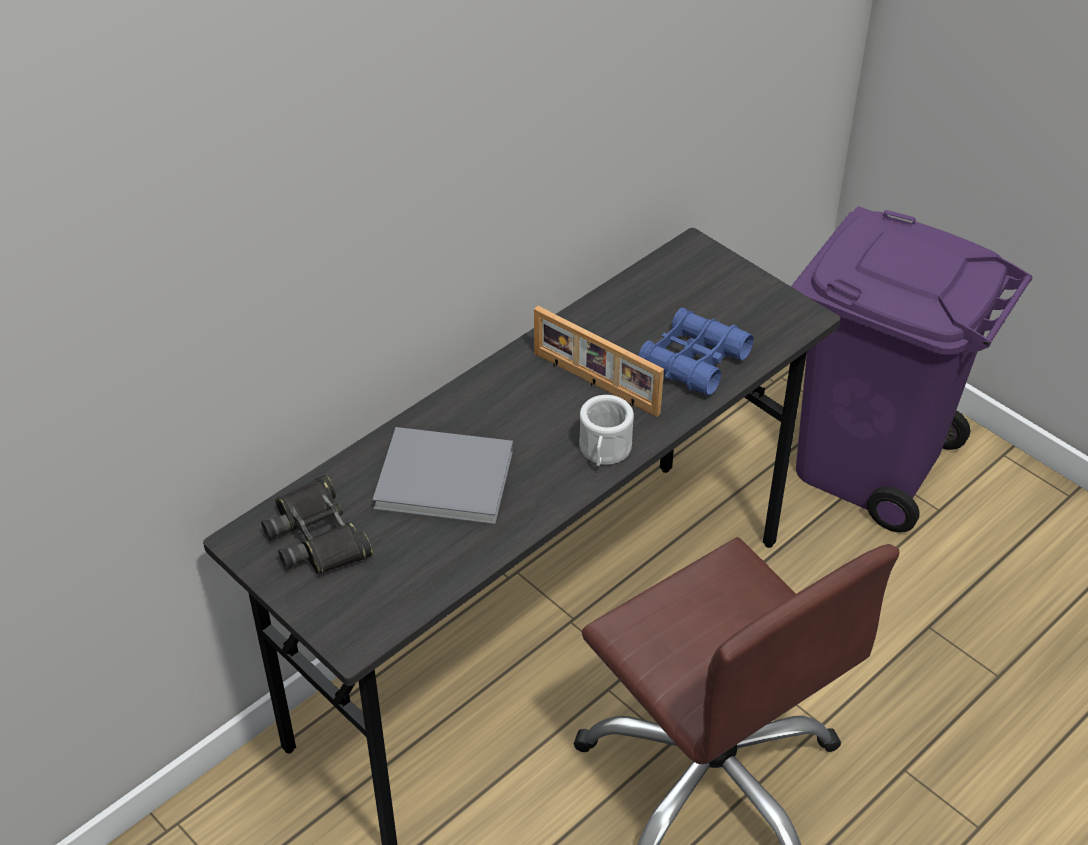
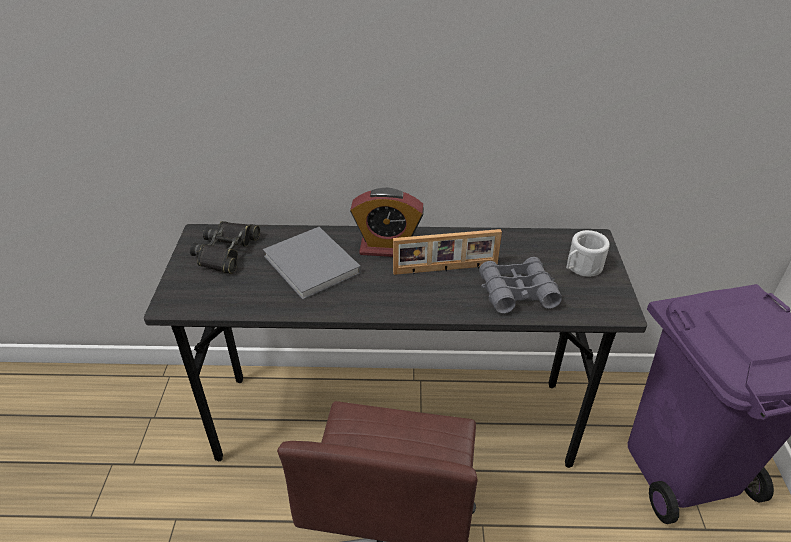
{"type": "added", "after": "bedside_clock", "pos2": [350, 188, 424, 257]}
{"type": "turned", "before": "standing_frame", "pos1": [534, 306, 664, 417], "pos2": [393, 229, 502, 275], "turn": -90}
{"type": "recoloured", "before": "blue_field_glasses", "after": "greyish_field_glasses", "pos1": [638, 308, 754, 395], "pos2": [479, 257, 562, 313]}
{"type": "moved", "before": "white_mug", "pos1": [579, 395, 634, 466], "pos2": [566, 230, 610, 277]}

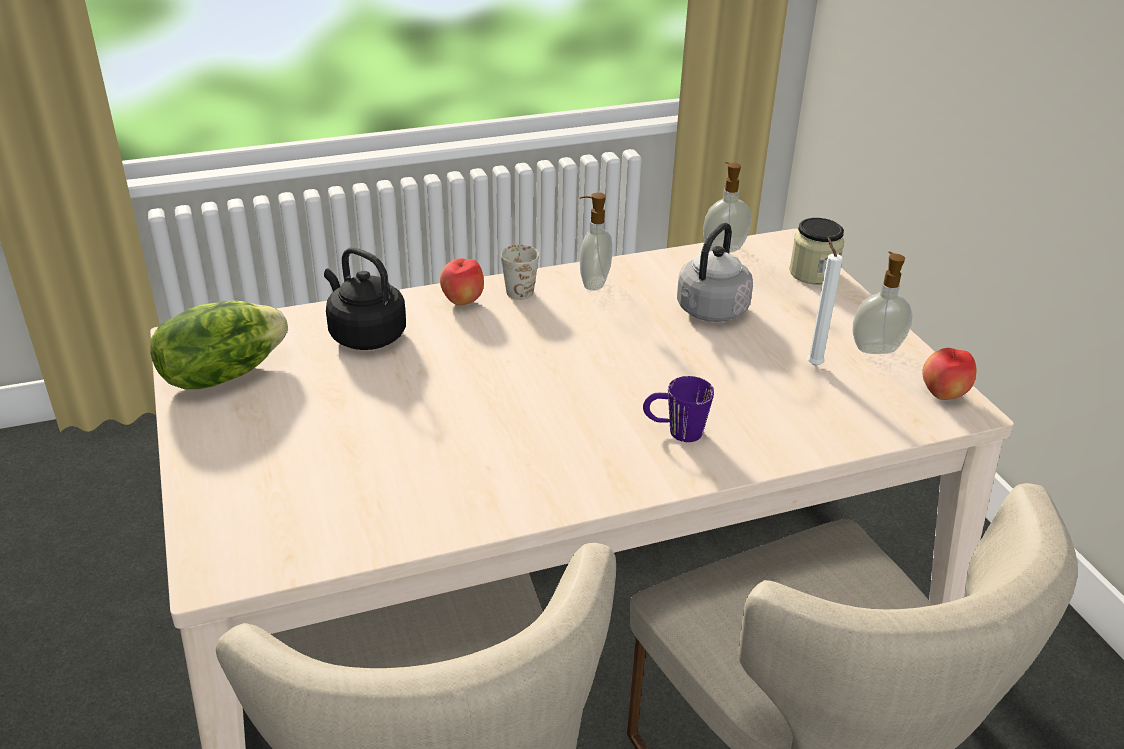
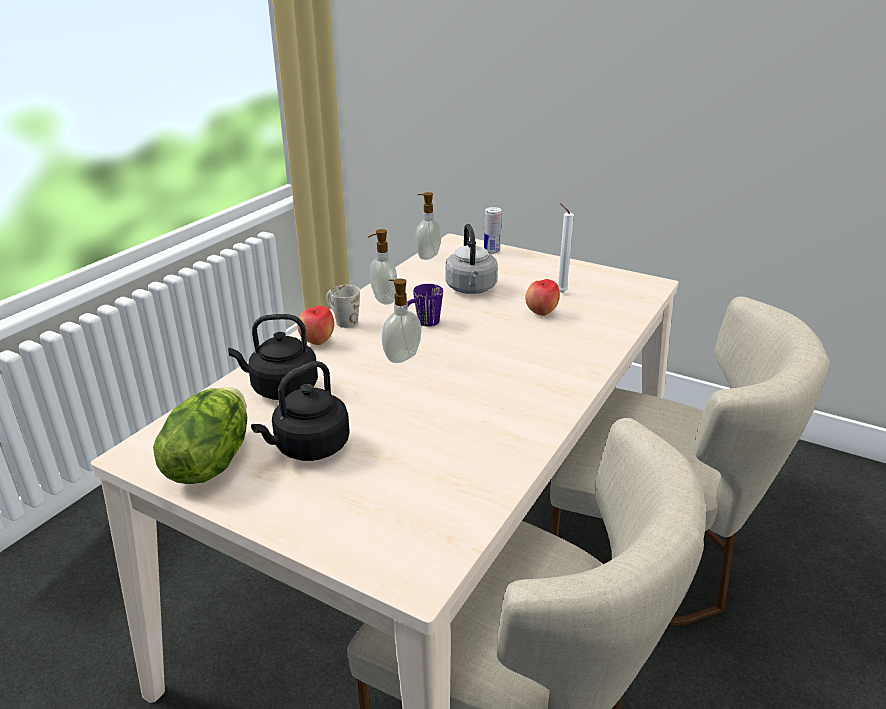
{"type": "added", "after": "black_tea_kettle", "pos2": [251, 361, 350, 461]}
{"type": "moved", "before": "soap_dispenser", "pos1": [852, 251, 913, 354], "pos2": [382, 279, 421, 363]}
{"type": "moved", "before": "purplish_mug", "pos1": [643, 376, 714, 442], "pos2": [407, 284, 443, 327]}
{"type": "replaced", "before": "storage_jar", "after": "can", "pos1": [789, 218, 844, 285], "pos2": [484, 207, 502, 254]}
{"type": "moved", "before": "apple", "pos1": [922, 348, 976, 400], "pos2": [525, 279, 560, 316]}

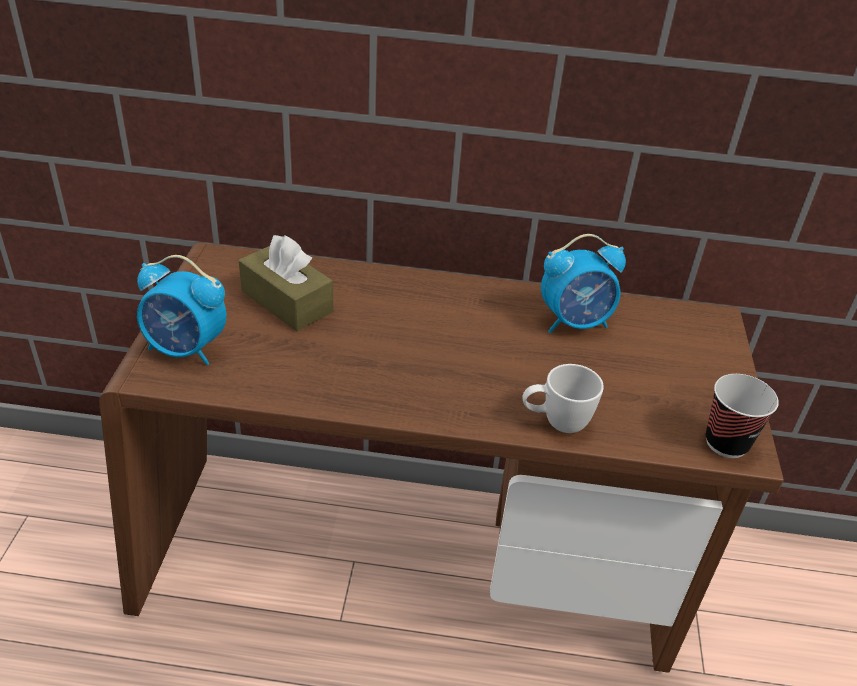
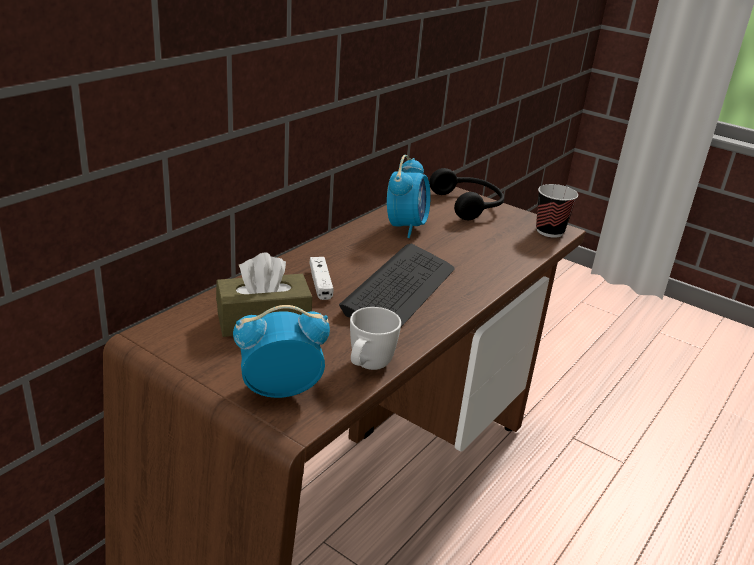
{"type": "turned", "before": "bedside_clock", "pos1": [137, 255, 227, 365], "pos2": [233, 305, 330, 398], "turn": -150}
{"type": "added", "after": "white_joypad", "pos2": [309, 257, 333, 300]}
{"type": "added", "after": "keyboard", "pos2": [339, 244, 455, 327]}
{"type": "moved", "before": "white_mug", "pos1": [523, 364, 604, 433], "pos2": [350, 307, 401, 370]}
{"type": "added", "after": "black_pair_of_headphones", "pos2": [429, 168, 504, 220]}

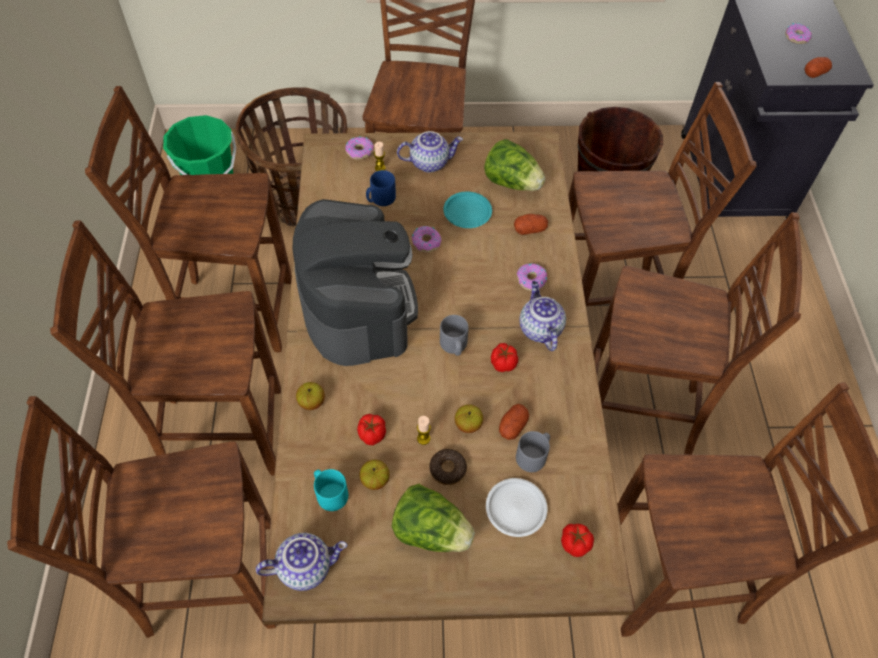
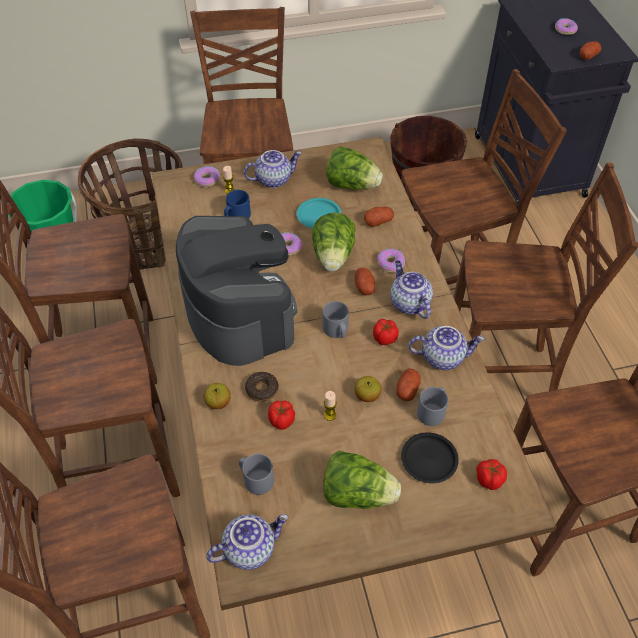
{"type": "recoloured", "before": "turquoise_mug", "after": "greyish_mug", "pos1": [314, 469, 348, 511], "pos2": [239, 454, 274, 495]}
{"type": "moved", "before": "donut", "pos1": [429, 449, 467, 485], "pos2": [245, 372, 279, 402]}
{"type": "added", "after": "head_of_lettuce", "pos2": [312, 213, 355, 271]}
{"type": "added", "after": "whole_potato", "pos2": [355, 268, 375, 296]}
{"type": "recoloured", "before": "white_dinner_plate", "after": "black_dinner_plate", "pos1": [486, 478, 547, 537], "pos2": [401, 432, 459, 483]}
{"type": "added", "after": "pot_for_tea", "pos2": [408, 326, 485, 370]}
{"type": "removed", "before": "apple", "pos1": [359, 460, 390, 490]}

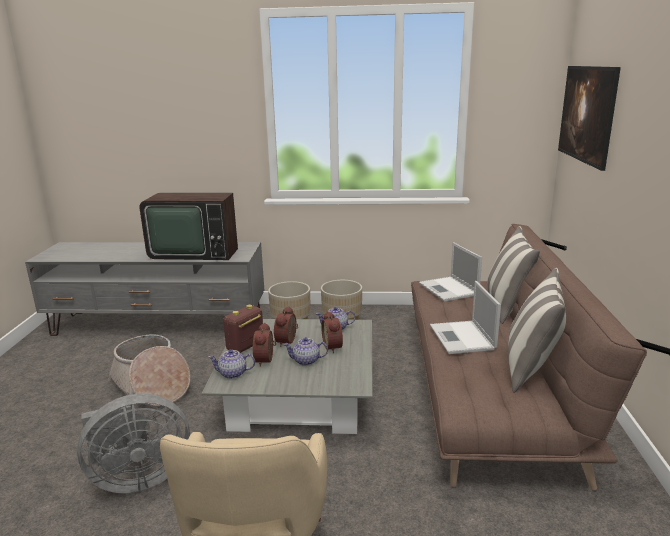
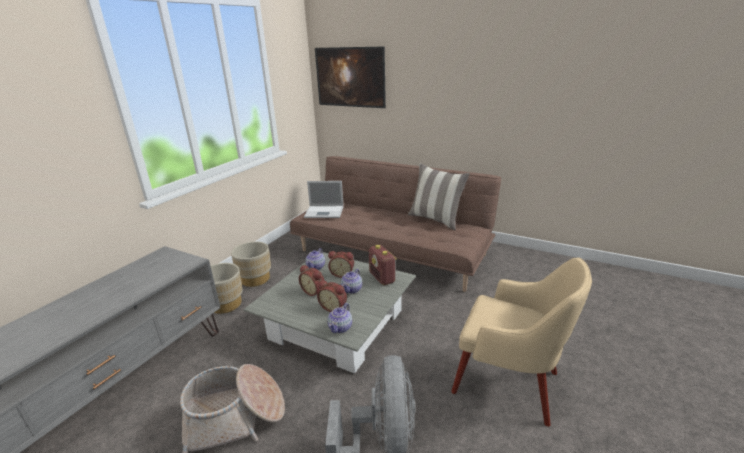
{"type": "moved", "before": "radio_set", "pos1": [223, 305, 263, 353], "pos2": [369, 245, 397, 285]}
{"type": "removed", "before": "television", "pos1": [140, 193, 238, 260]}
{"type": "removed", "before": "notebook_computer", "pos1": [430, 281, 501, 354]}
{"type": "removed", "before": "pillow", "pos1": [487, 226, 540, 324]}

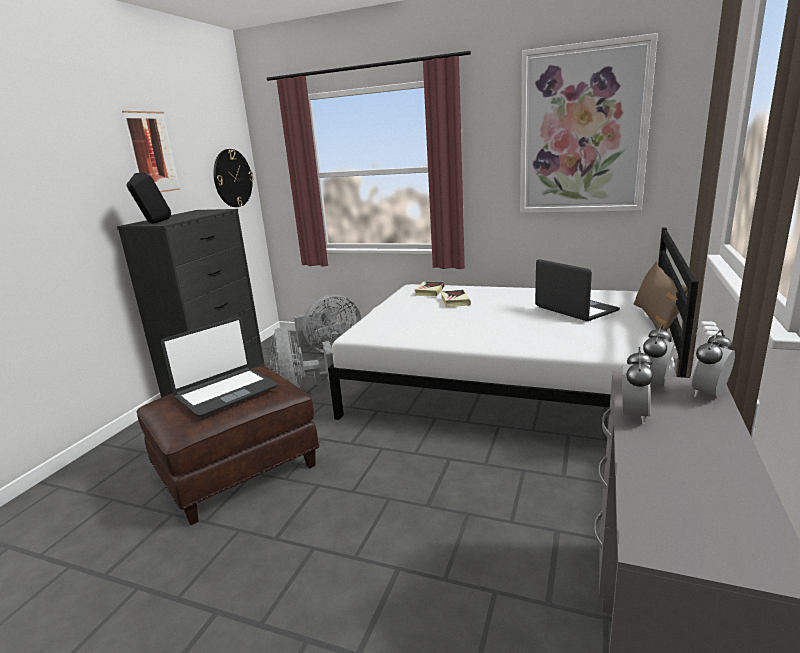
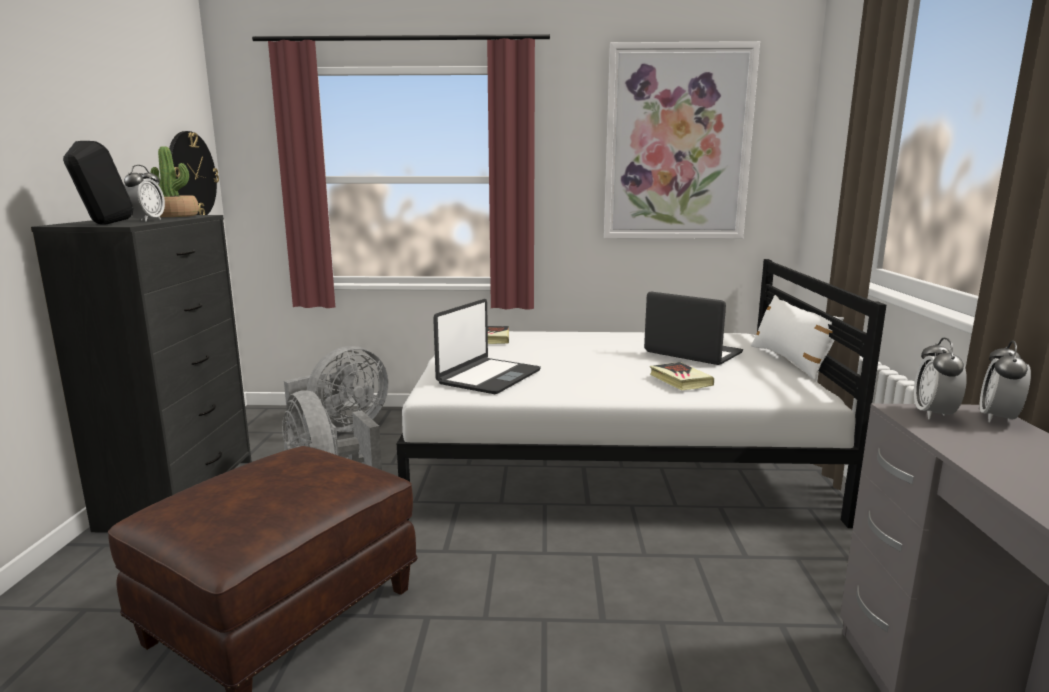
{"type": "moved", "before": "bedside_clock", "pos1": [622, 347, 653, 424], "pos2": [124, 165, 165, 221]}
{"type": "added", "after": "potted_plant", "pos2": [151, 146, 199, 217]}
{"type": "moved", "before": "notebook_computer", "pos1": [161, 317, 277, 417], "pos2": [433, 299, 541, 394]}
{"type": "moved", "before": "bound_book", "pos1": [440, 290, 471, 307], "pos2": [650, 362, 714, 390]}
{"type": "recoloured", "before": "brown_pillow", "after": "white_pillow", "pos1": [634, 262, 688, 331], "pos2": [751, 295, 844, 380]}
{"type": "removed", "before": "wall_art", "pos1": [122, 111, 180, 192]}

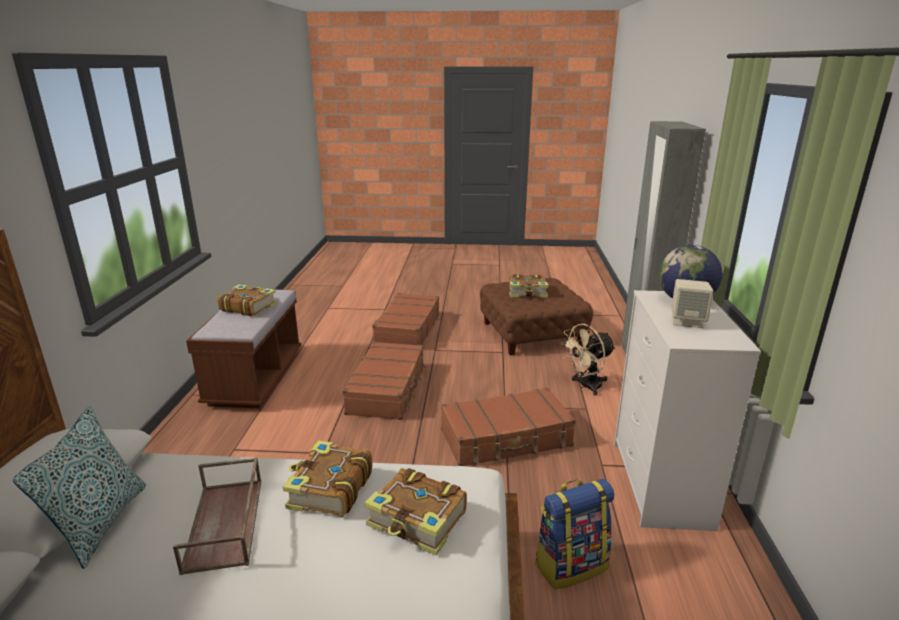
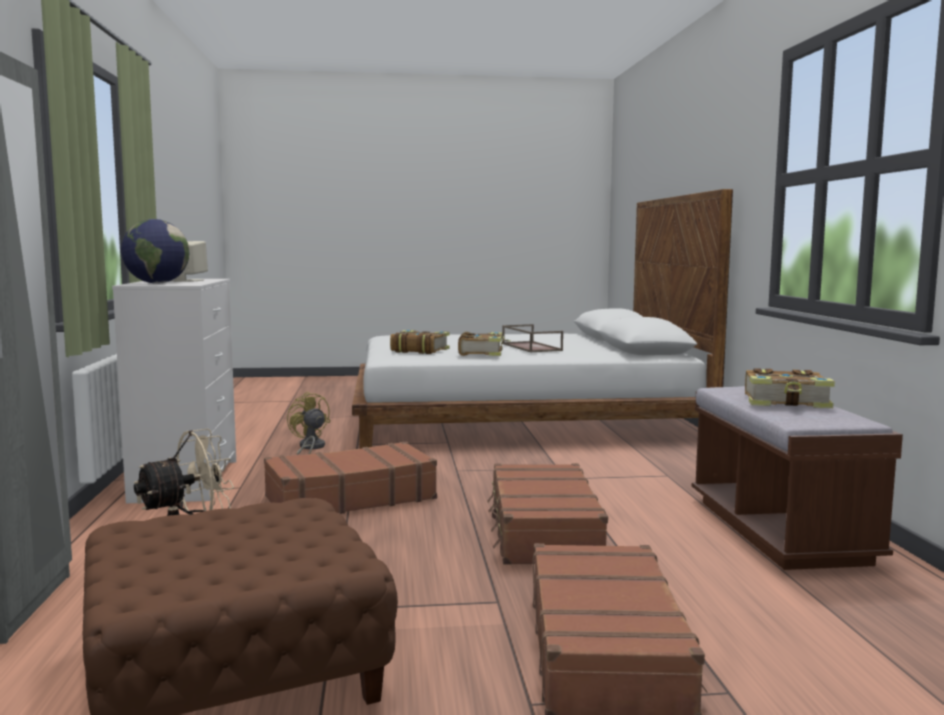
{"type": "replaced", "before": "backpack", "after": "yellowish_fan", "pos1": [535, 478, 614, 590], "pos2": [287, 392, 330, 455]}
{"type": "removed", "before": "pillow", "pos1": [13, 406, 146, 569]}
{"type": "removed", "before": "bound_book", "pos1": [509, 274, 548, 298]}

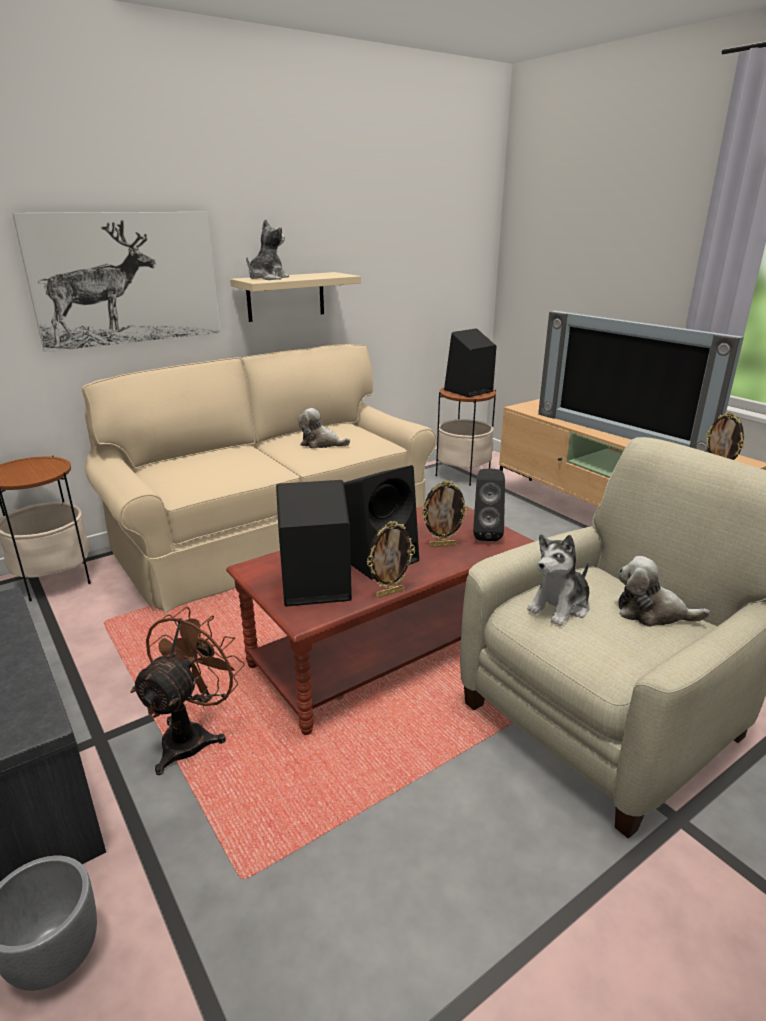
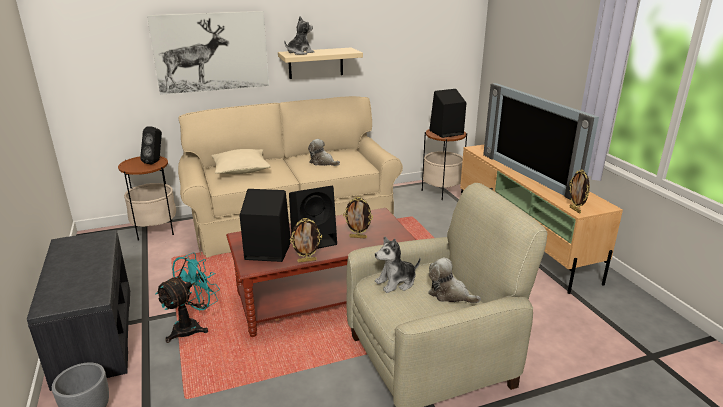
{"type": "moved", "before": "black_loudspeaker", "pos1": [473, 469, 505, 541], "pos2": [140, 126, 162, 165]}
{"type": "recoloured", "before": "brown_fan", "after": "turquoise_fan", "pos1": [130, 607, 245, 775], "pos2": [155, 252, 220, 343]}
{"type": "added", "after": "sand-coloured_pillow", "pos2": [211, 149, 271, 174]}

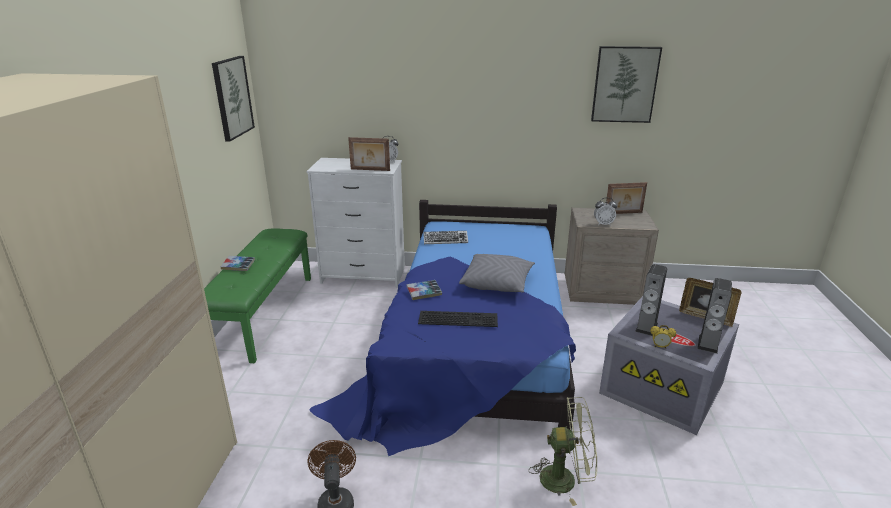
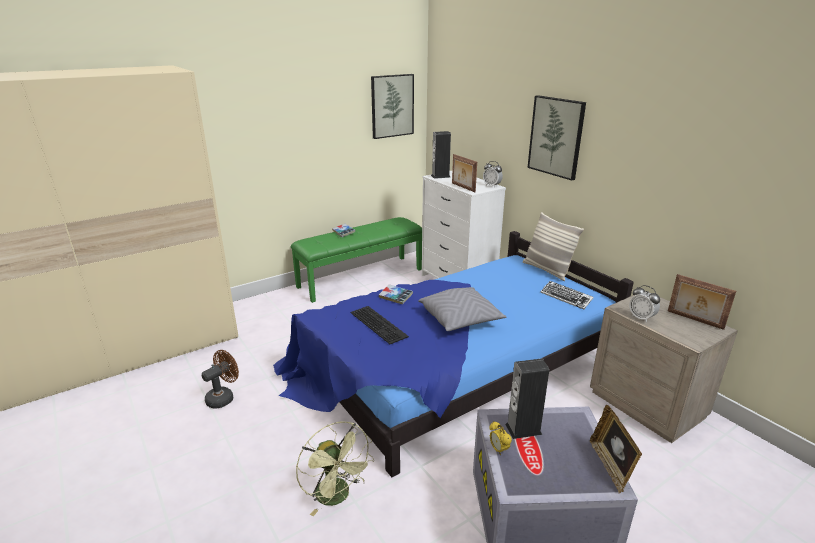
{"type": "moved", "before": "loudspeaker", "pos1": [698, 278, 732, 354], "pos2": [431, 131, 451, 179]}
{"type": "added", "after": "pillow", "pos2": [523, 212, 584, 281]}
{"type": "moved", "before": "wall_art", "pos1": [591, 46, 662, 123], "pos2": [527, 95, 586, 180]}
{"type": "moved", "before": "keyboard", "pos1": [423, 231, 468, 244], "pos2": [541, 281, 594, 310]}

